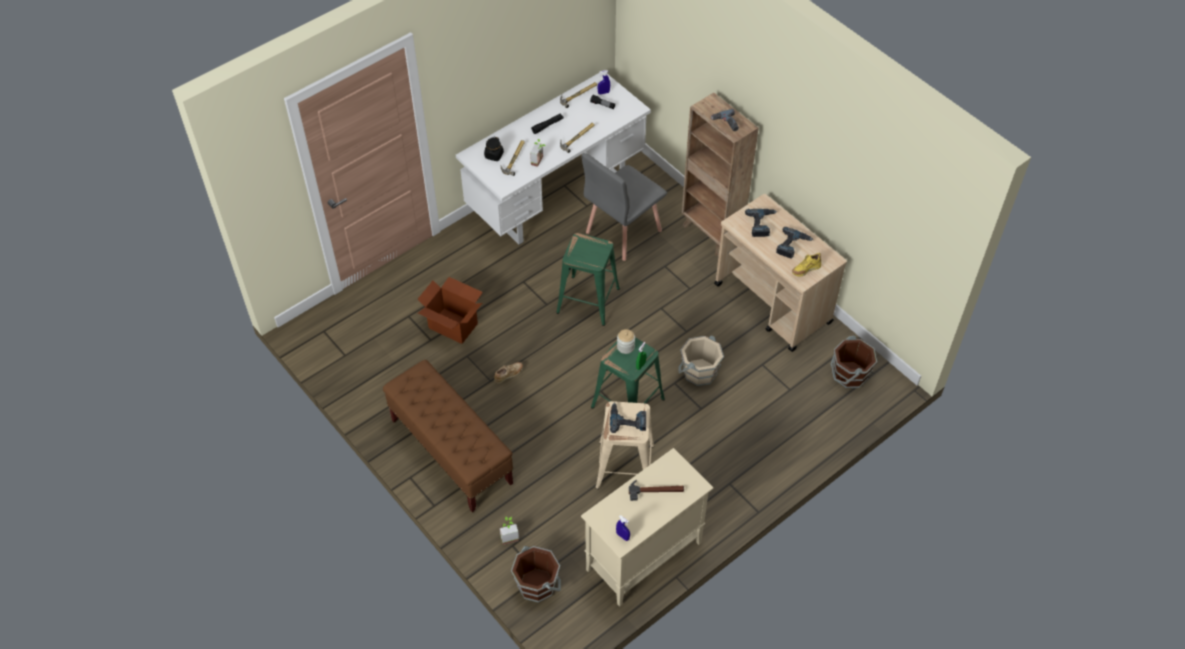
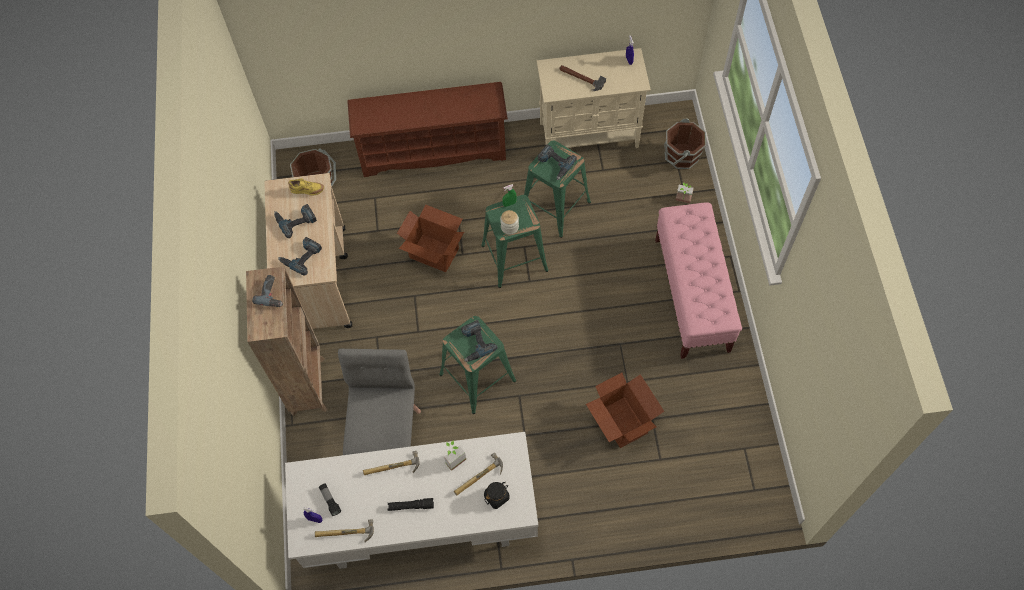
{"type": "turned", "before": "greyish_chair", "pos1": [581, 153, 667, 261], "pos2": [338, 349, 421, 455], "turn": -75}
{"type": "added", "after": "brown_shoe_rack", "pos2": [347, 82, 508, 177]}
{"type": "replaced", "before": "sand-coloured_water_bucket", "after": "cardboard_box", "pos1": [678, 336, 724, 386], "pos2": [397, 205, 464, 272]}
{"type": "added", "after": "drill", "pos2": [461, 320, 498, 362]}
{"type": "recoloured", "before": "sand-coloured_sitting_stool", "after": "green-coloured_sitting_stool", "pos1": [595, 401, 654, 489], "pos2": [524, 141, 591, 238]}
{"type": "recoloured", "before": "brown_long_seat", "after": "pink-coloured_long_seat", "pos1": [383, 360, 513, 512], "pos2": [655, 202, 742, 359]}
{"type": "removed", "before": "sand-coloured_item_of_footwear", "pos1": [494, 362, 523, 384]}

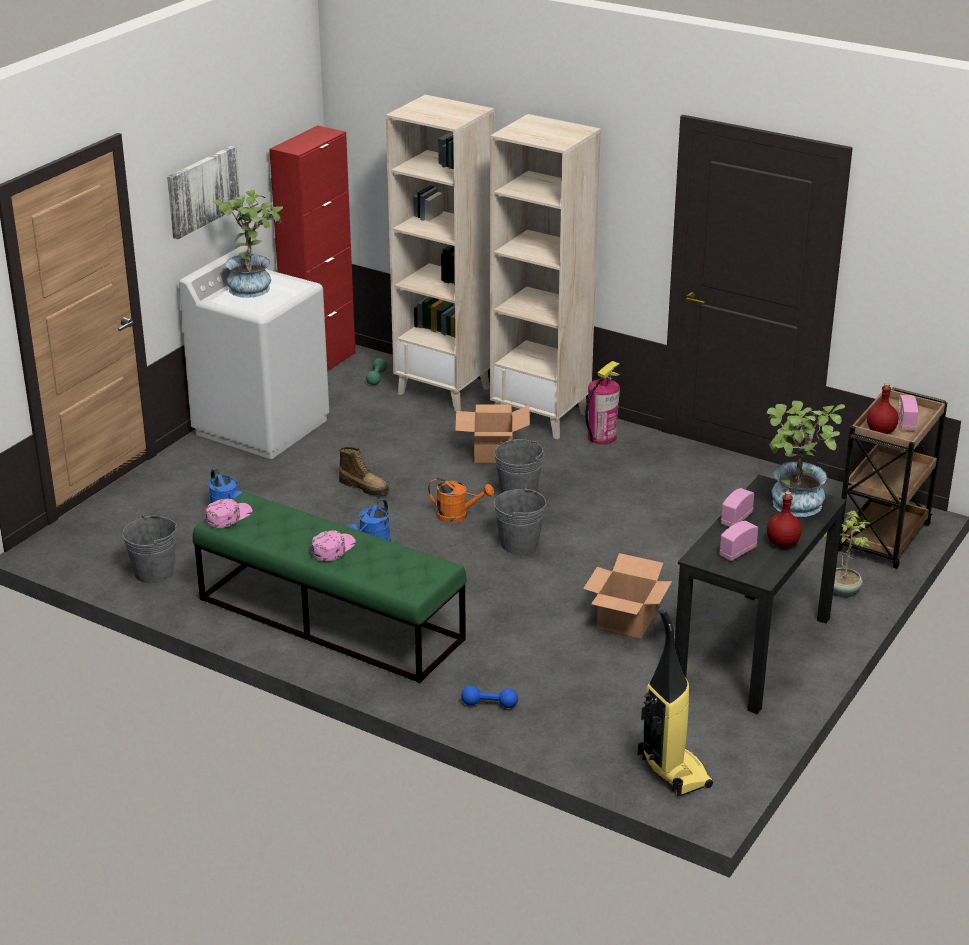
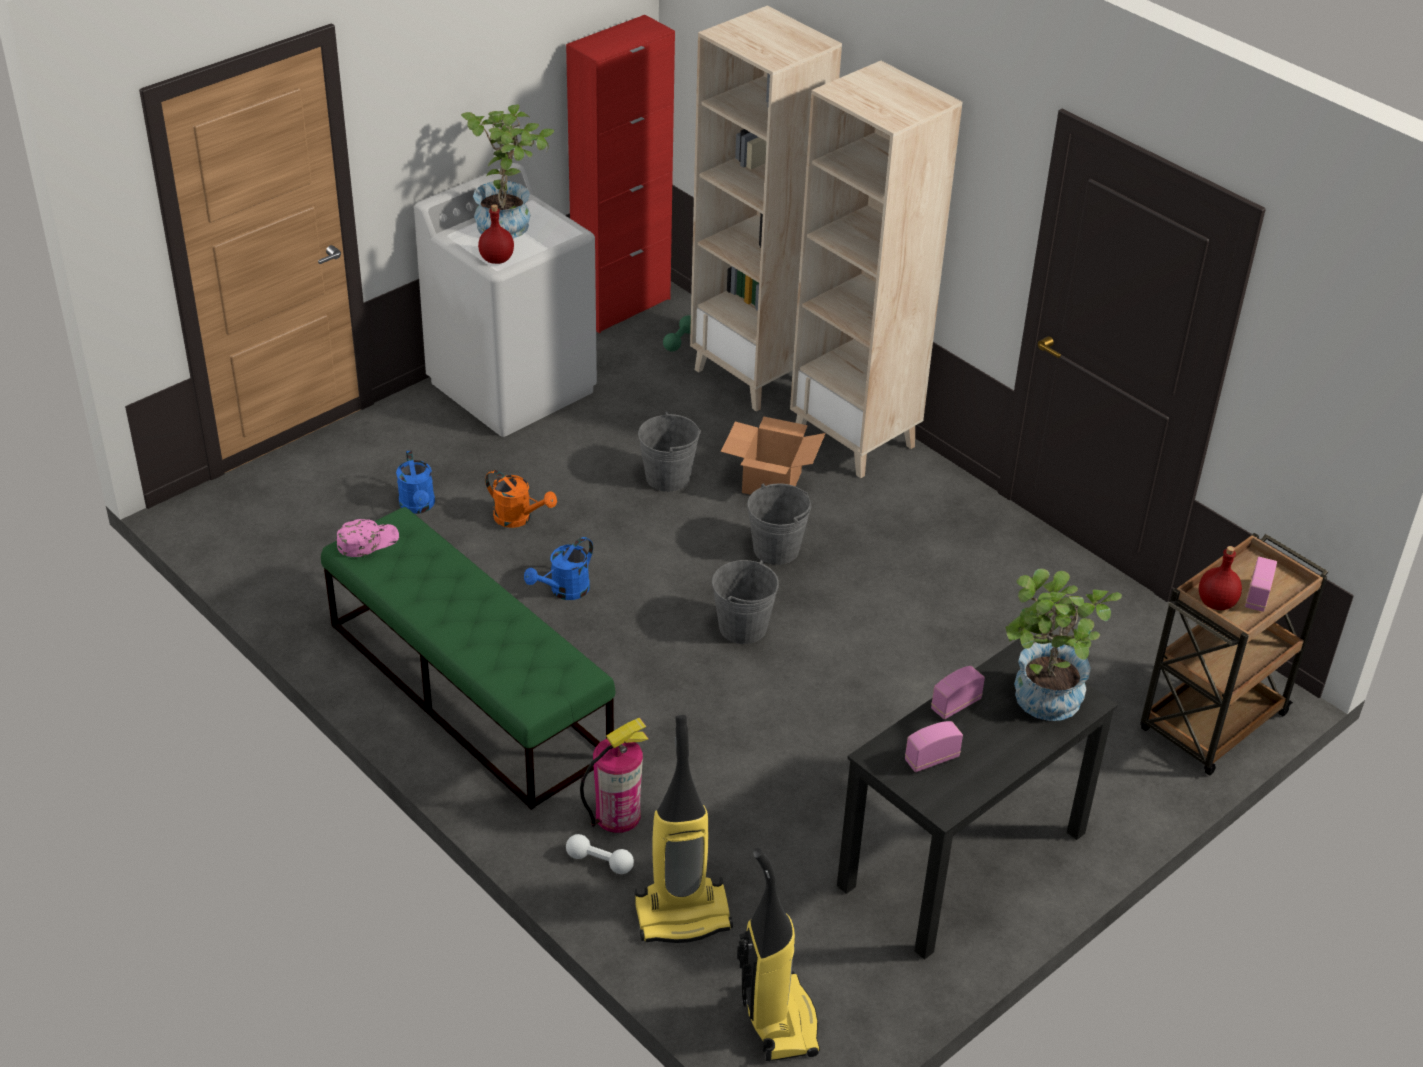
{"type": "moved", "before": "red_bottle", "pos1": [767, 491, 802, 548], "pos2": [478, 204, 514, 264]}
{"type": "moved", "before": "orange_watering_can", "pos1": [428, 478, 494, 523], "pos2": [485, 470, 557, 528]}
{"type": "recoloured", "before": "blue_dumbbell", "after": "white_dumbbell", "pos1": [461, 686, 518, 708], "pos2": [566, 834, 634, 874]}
{"type": "moved", "before": "fire_extinguisher", "pos1": [585, 361, 620, 444], "pos2": [580, 718, 648, 833]}
{"type": "added", "after": "hoover", "pos2": [635, 715, 733, 943]}
{"type": "moved", "before": "greyish_water_bucket", "pos1": [122, 515, 177, 583], "pos2": [638, 412, 701, 492]}
{"type": "removed", "before": "wall_art", "pos1": [167, 146, 240, 239]}
{"type": "removed", "before": "pink-coloured_cap", "pos1": [311, 530, 356, 561]}
{"type": "removed", "before": "tall_boot", "pos1": [339, 446, 389, 495]}
{"type": "removed", "before": "cardboard_box", "pos1": [583, 553, 672, 638]}
{"type": "removed", "before": "potted_plant", "pos1": [823, 511, 871, 596]}

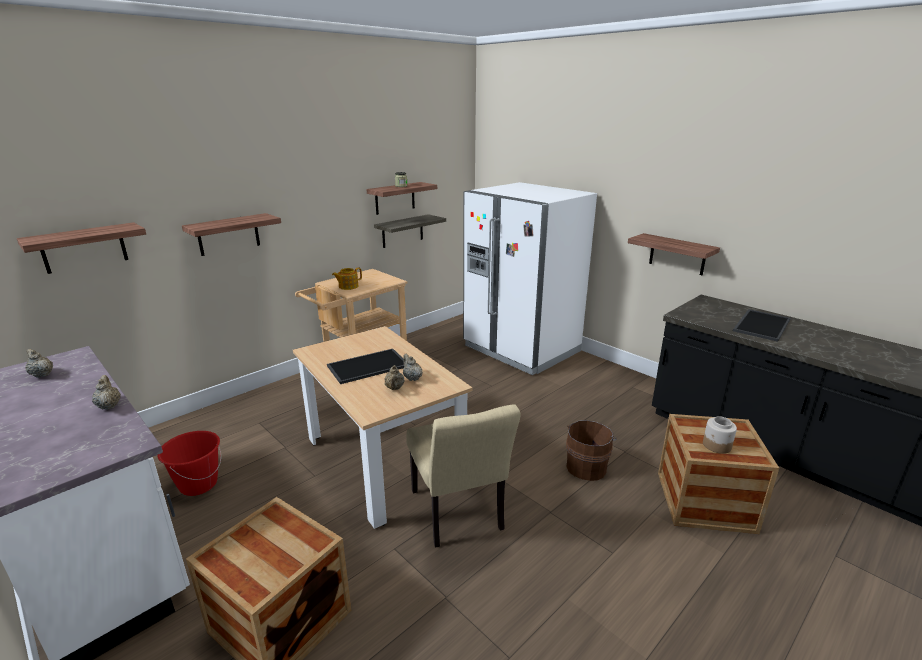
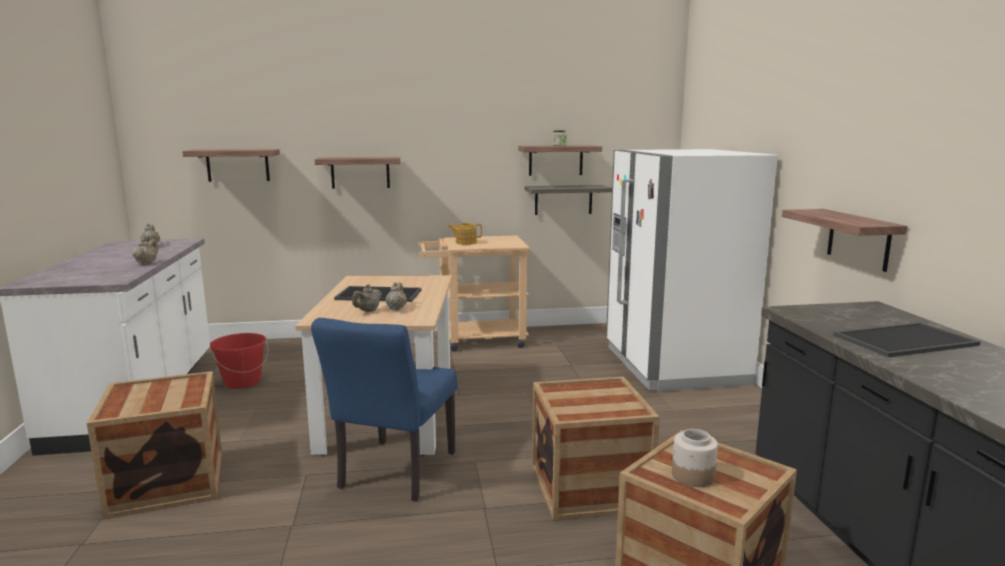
{"type": "recoloured", "before": "sand-coloured_chair", "after": "blue_chair", "pos1": [406, 404, 520, 547], "pos2": [311, 318, 457, 501]}
{"type": "replaced", "before": "brown_water_bucket", "after": "crate", "pos1": [566, 420, 617, 481], "pos2": [532, 377, 660, 521]}

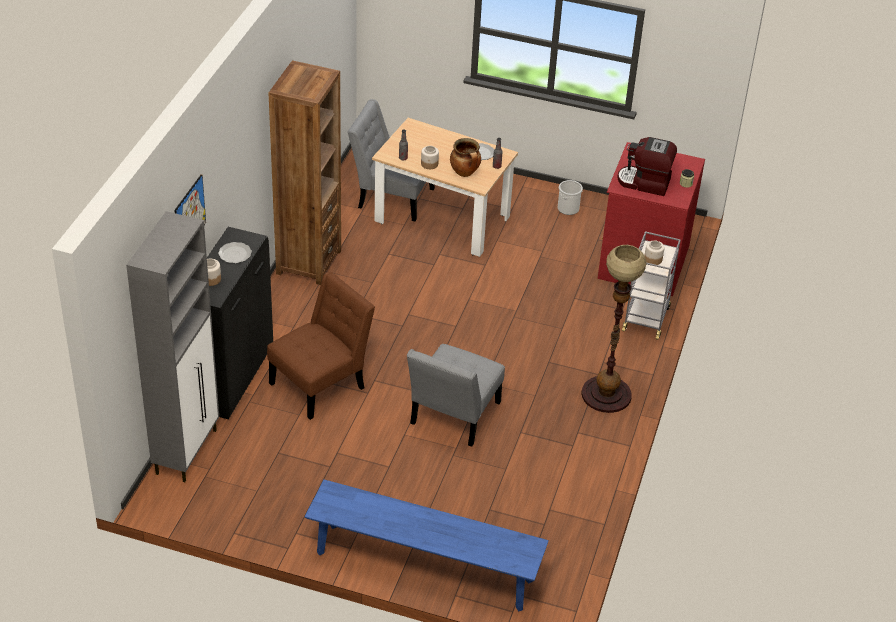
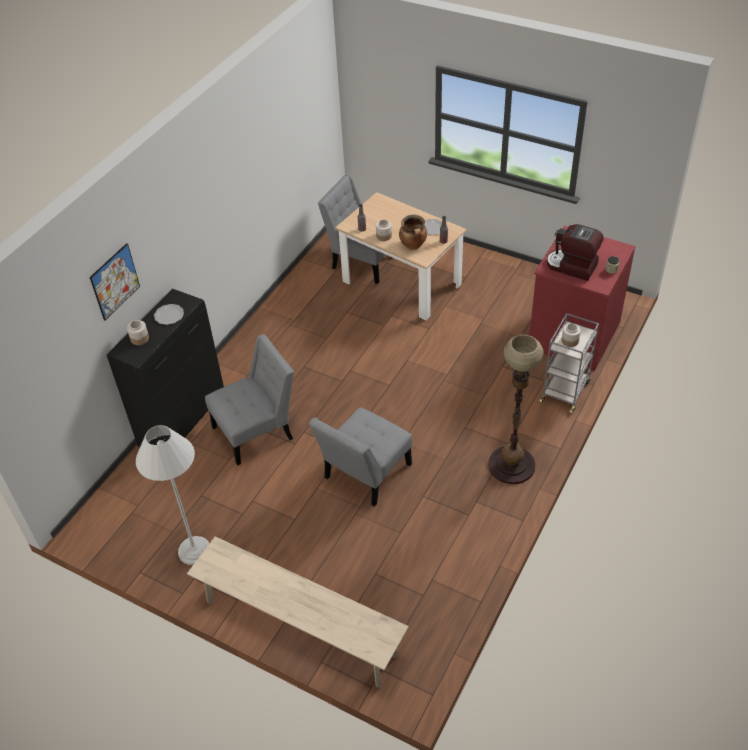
{"type": "added", "after": "white_standard_lamp", "pos2": [136, 425, 209, 565]}
{"type": "recoloured", "before": "blue_long_seat", "after": "sand-coloured_long_seat", "pos1": [305, 479, 549, 611], "pos2": [187, 536, 409, 688]}
{"type": "recoloured", "before": "brown_chair", "after": "greyish_chair", "pos1": [267, 272, 375, 420], "pos2": [205, 334, 294, 466]}
{"type": "removed", "before": "greyish_storage_cabinet", "pos1": [126, 211, 219, 482]}
{"type": "removed", "before": "brown_bookshelf", "pos1": [269, 60, 341, 285]}
{"type": "removed", "before": "water_bucket", "pos1": [558, 180, 583, 215]}

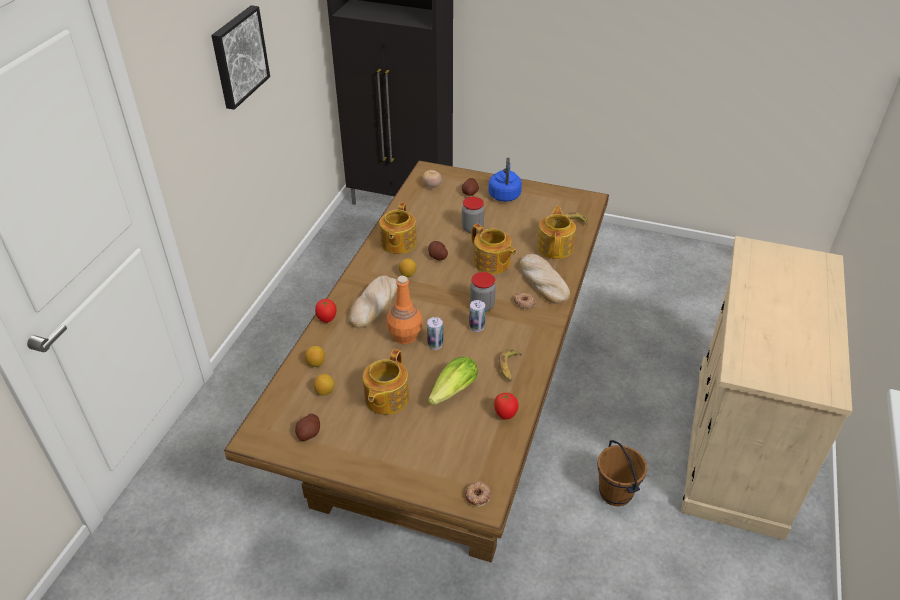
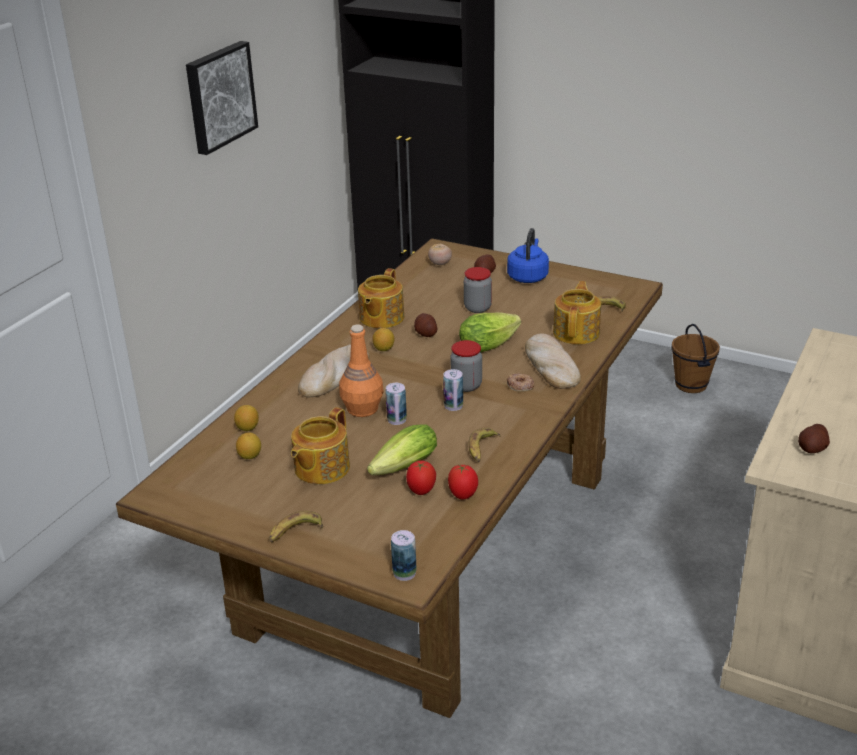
{"type": "added", "after": "whole_banana", "pos2": [269, 511, 323, 543]}
{"type": "replaced", "before": "donut", "after": "can", "pos1": [465, 481, 491, 507], "pos2": [391, 530, 417, 581]}
{"type": "moved", "before": "tomato", "pos1": [315, 299, 337, 323], "pos2": [406, 461, 436, 495]}
{"type": "replaced", "before": "pot_for_tea", "after": "head_of_lettuce", "pos1": [471, 224, 516, 274], "pos2": [459, 312, 521, 352]}
{"type": "moved", "before": "brown_water_bucket", "pos1": [597, 440, 647, 506], "pos2": [672, 324, 720, 393]}
{"type": "moved", "before": "whole_potato", "pos1": [295, 413, 320, 441], "pos2": [798, 424, 830, 453]}

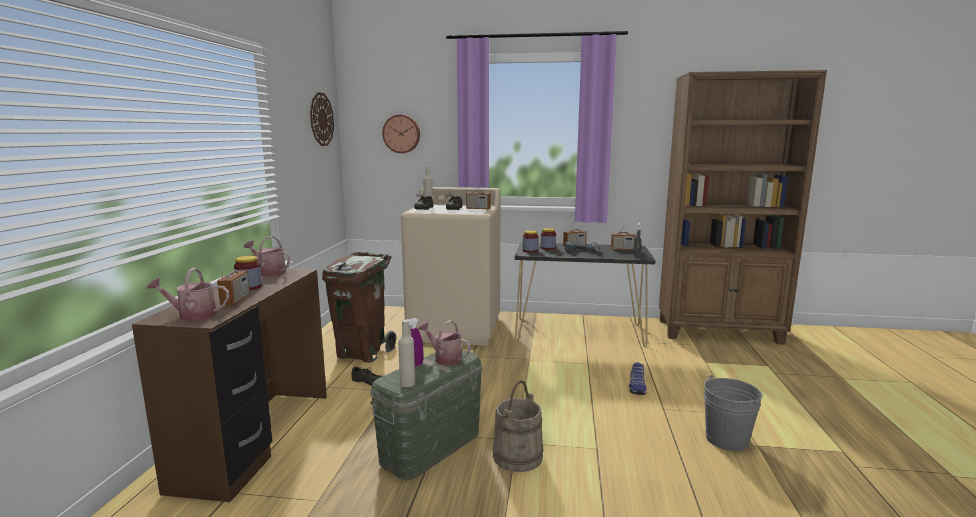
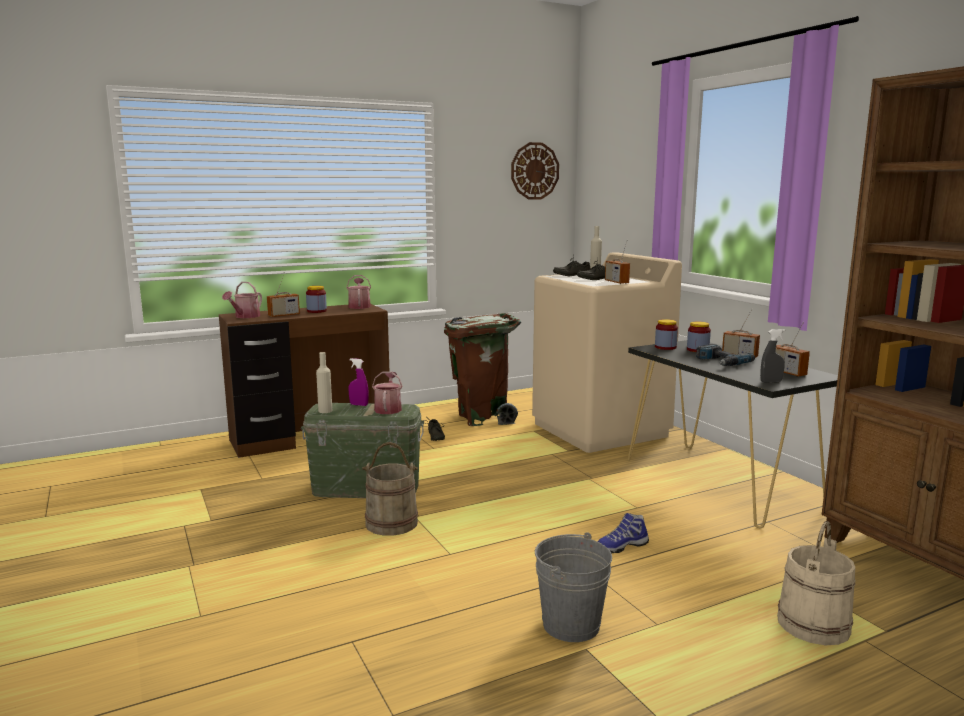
{"type": "turned", "before": "watering_can", "pos1": [147, 268, 229, 321], "pos2": [222, 282, 262, 318], "turn": -120}
{"type": "added", "after": "sand-coloured_water_bucket", "pos2": [777, 521, 856, 645]}
{"type": "removed", "before": "hanging_clock", "pos1": [382, 115, 420, 153]}

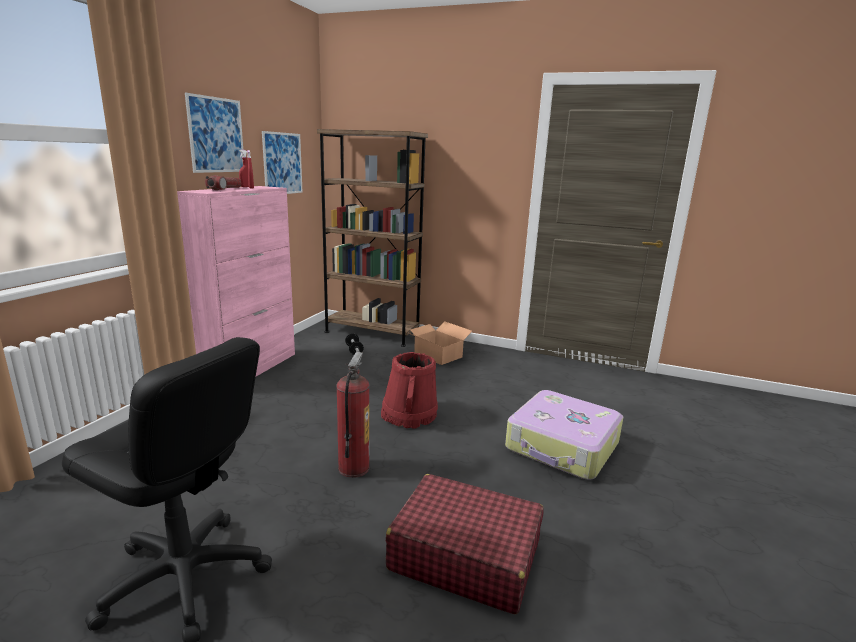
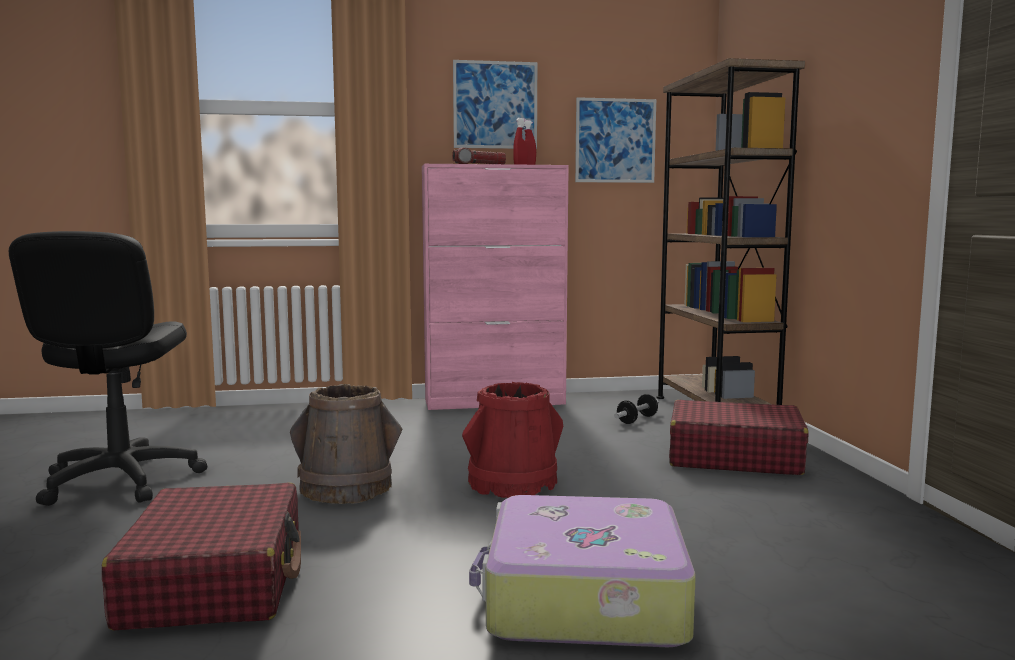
{"type": "replaced", "before": "fire_extinguisher", "after": "brown_water_bucket", "pos1": [336, 352, 370, 478], "pos2": [290, 384, 402, 504]}
{"type": "replaced", "before": "cardboard_box", "after": "red_suitcase", "pos1": [407, 321, 472, 365], "pos2": [669, 400, 809, 475]}

